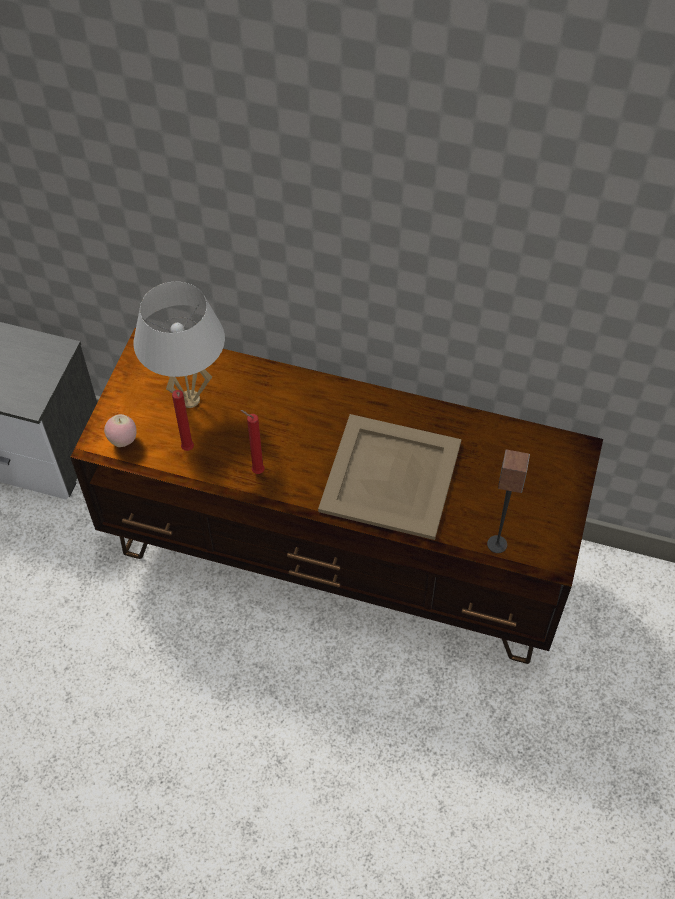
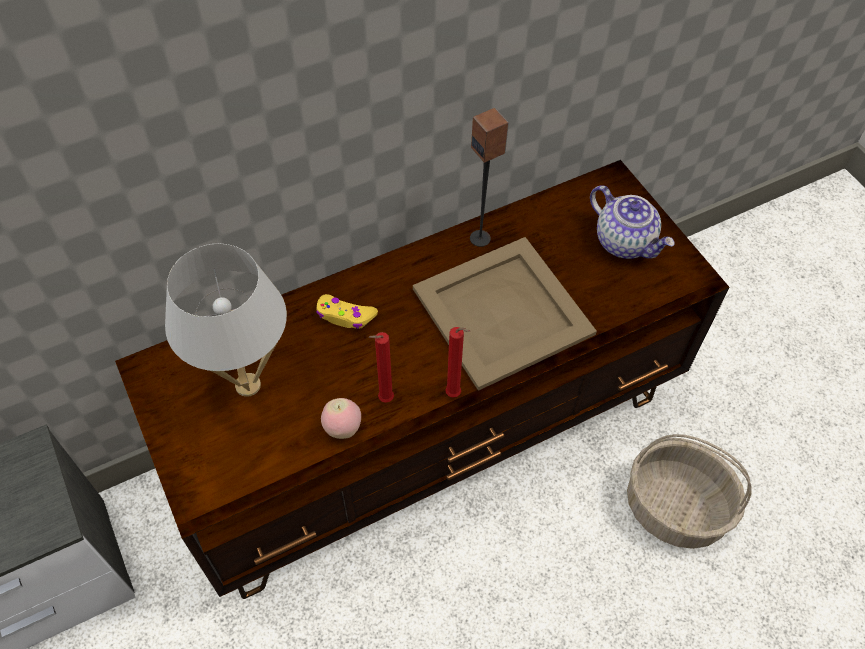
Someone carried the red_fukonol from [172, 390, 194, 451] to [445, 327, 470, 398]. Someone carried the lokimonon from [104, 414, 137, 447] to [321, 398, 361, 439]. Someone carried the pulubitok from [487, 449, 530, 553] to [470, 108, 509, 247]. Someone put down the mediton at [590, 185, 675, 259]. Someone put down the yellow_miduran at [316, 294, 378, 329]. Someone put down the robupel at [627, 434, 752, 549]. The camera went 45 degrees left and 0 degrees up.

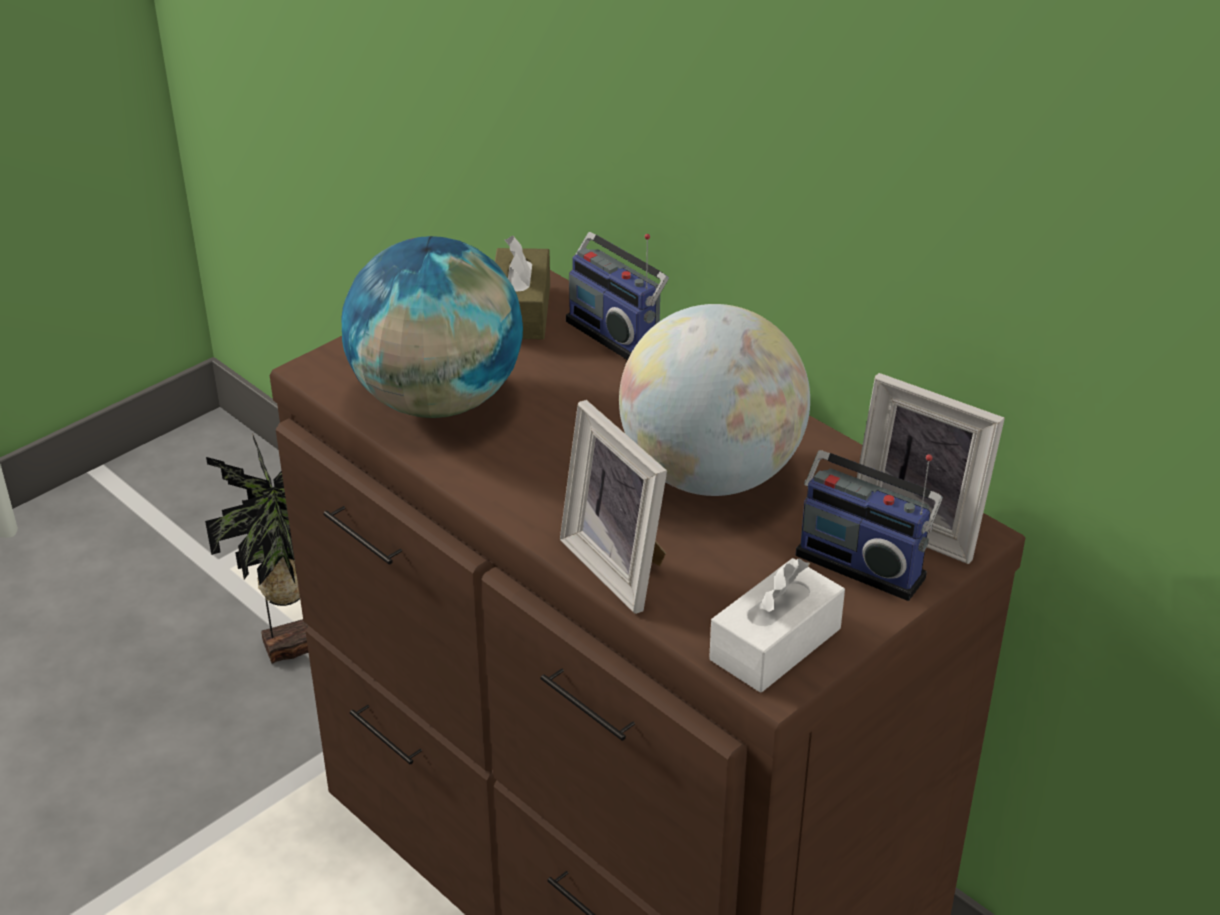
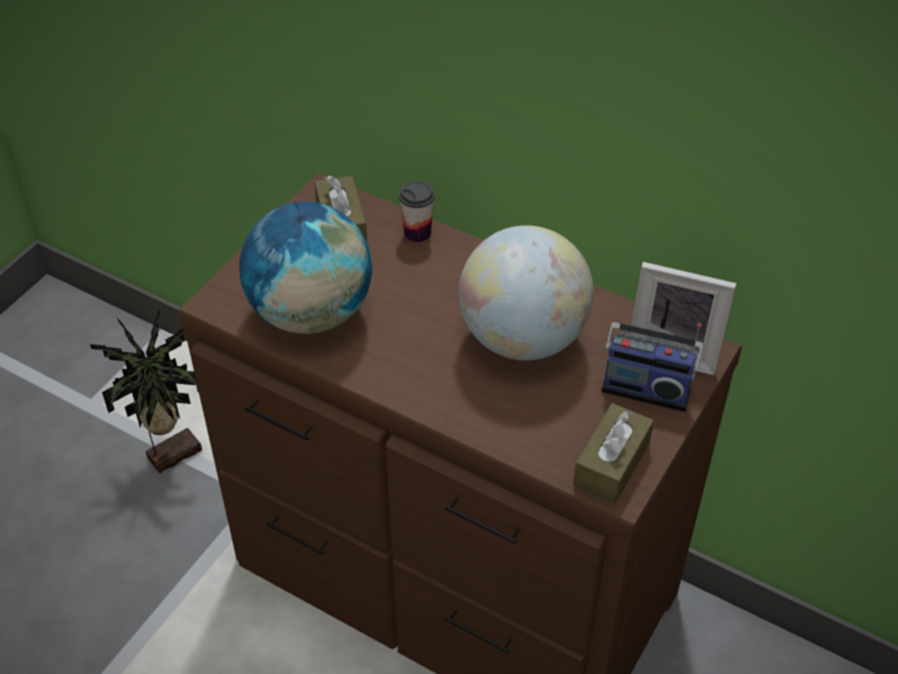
Someone swapped the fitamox at [566, 232, 669, 360] for the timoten at [399, 181, 435, 242]. Someone took away the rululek at [560, 400, 667, 614]. Someone repainted the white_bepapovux at [709, 558, 845, 693], which became the brown_bepapovux at [573, 403, 654, 503]. The camera went 15 degrees left and 10 degrees up.

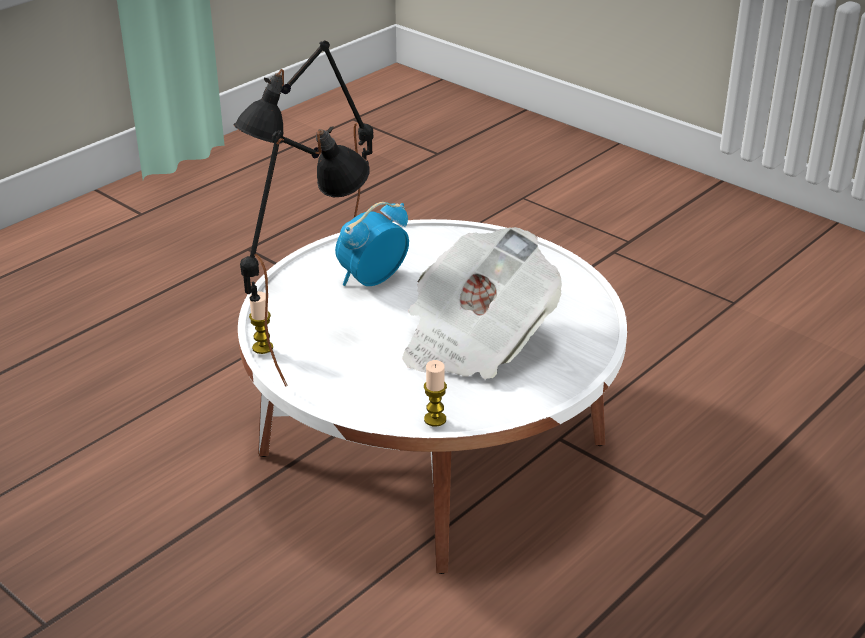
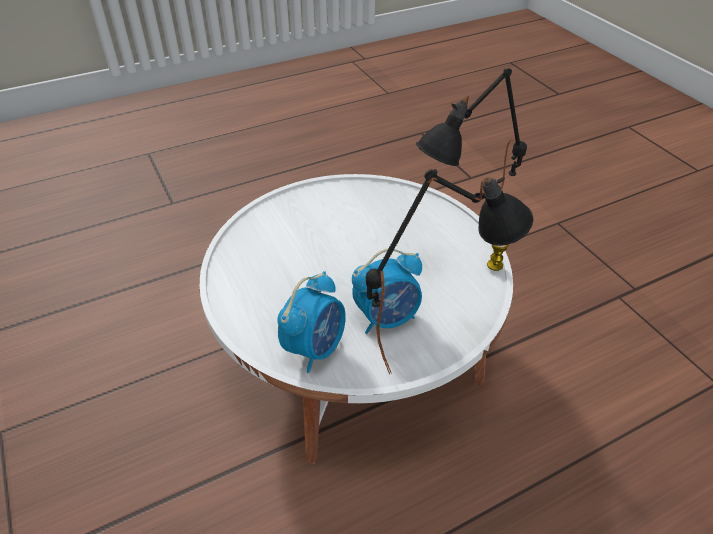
Someone took away the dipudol at [402, 227, 562, 379]. Someone took away the fukonol at [424, 360, 447, 426]. Someone put down the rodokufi at [277, 271, 346, 373]. The camera went 160 degrees left and 10 degrees up.

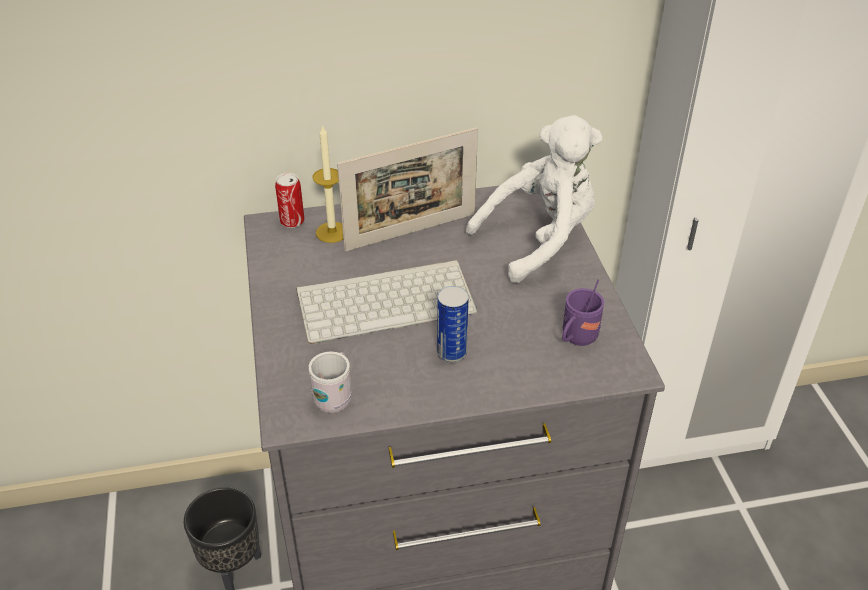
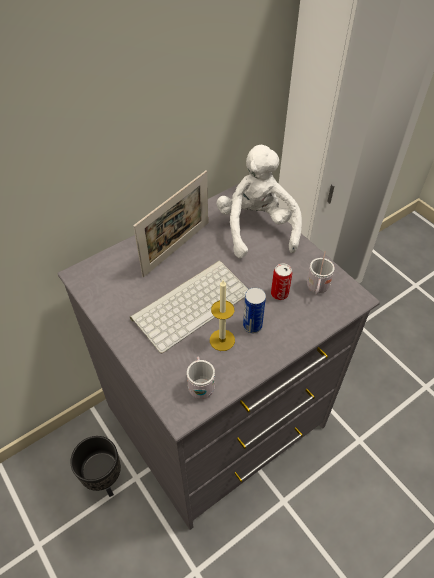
Someone rotated the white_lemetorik at [466, 115, 602, 283] by 45 degrees counterclockwise. Someone carried the fukonol from [312, 124, 343, 243] to [210, 280, 235, 351]. Someone carried the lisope from [275, 173, 304, 228] to [271, 263, 292, 300]. Someone repainted the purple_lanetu at [562, 279, 604, 346], which became the white_lanetu at [307, 251, 335, 295]. The camera went 25 degrees left and 10 degrees up.

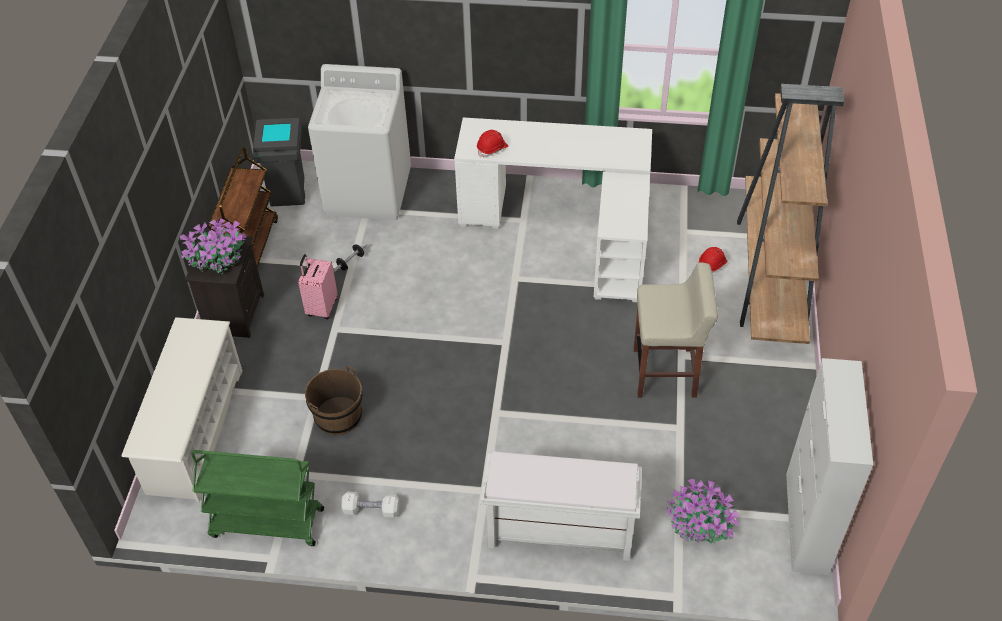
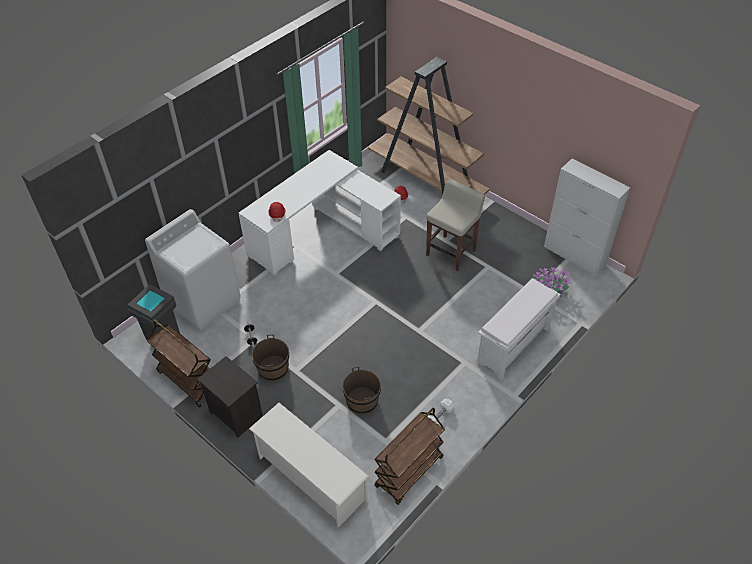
Someone took away the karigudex at [180, 216, 246, 274]. Someone swapped the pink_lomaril at [298, 254, 337, 319] for the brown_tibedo at [252, 334, 289, 381]. Someone repainted the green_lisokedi at [192, 450, 324, 546], which became the brown_lisokedi at [374, 408, 445, 505]. The camera went 55 degrees left and 0 degrees up.

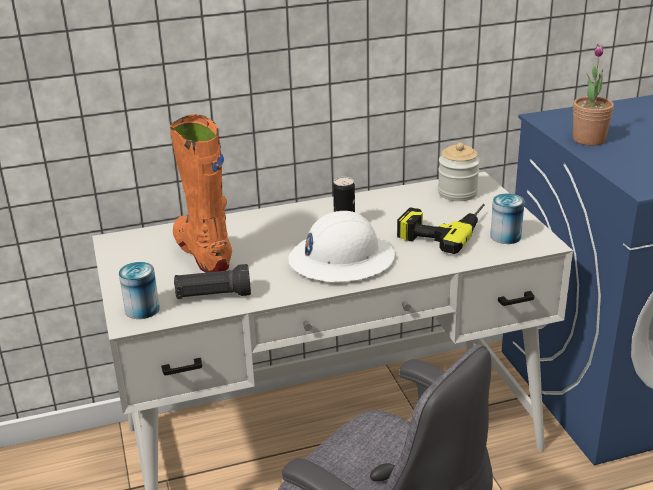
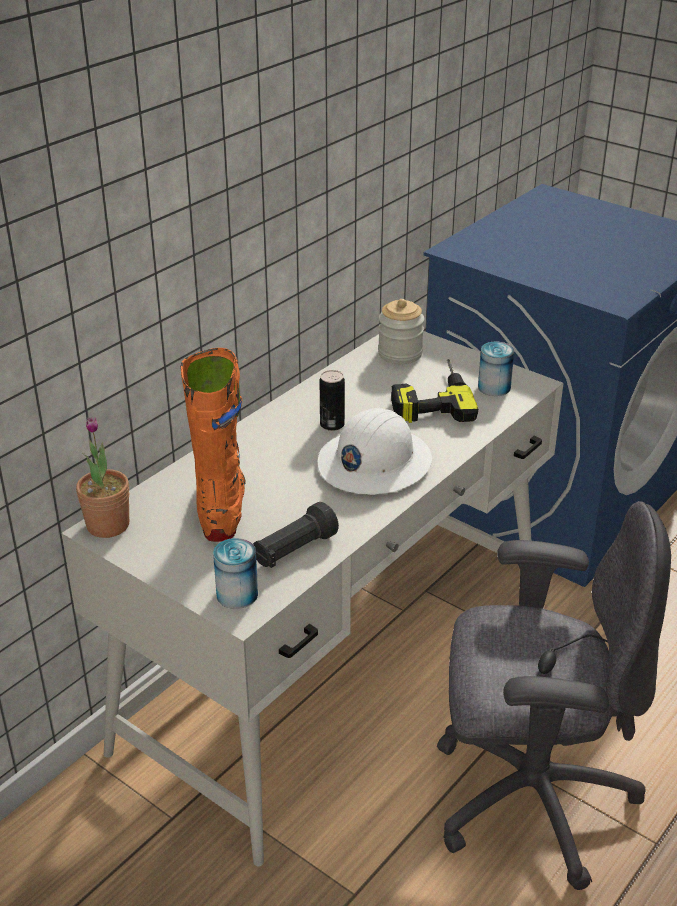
Someone carried the karigudex from [573, 44, 614, 146] to [76, 417, 129, 538]. Someone rotated the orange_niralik at [170, 114, 232, 273] by 60 degrees clockwise. The camera went 35 degrees left and 5 degrees up.

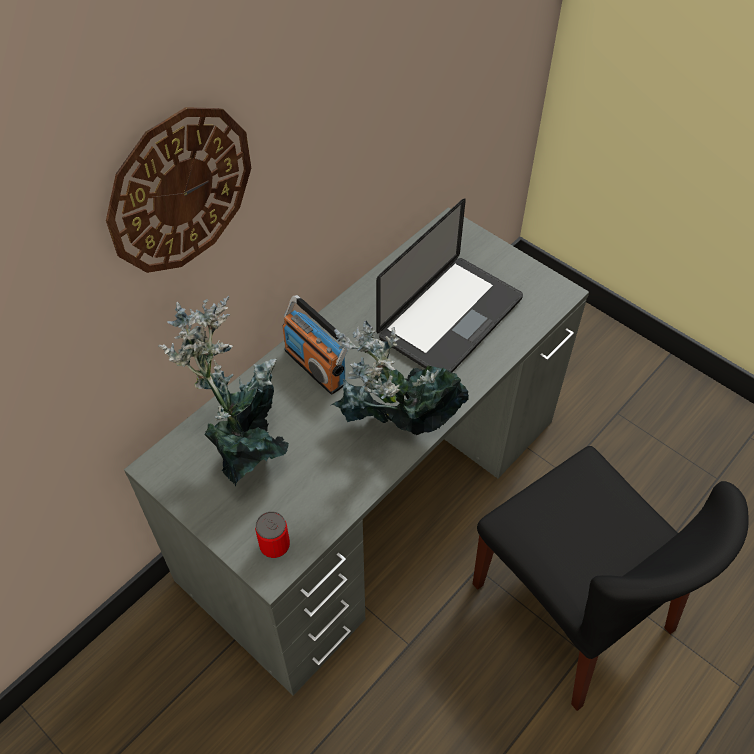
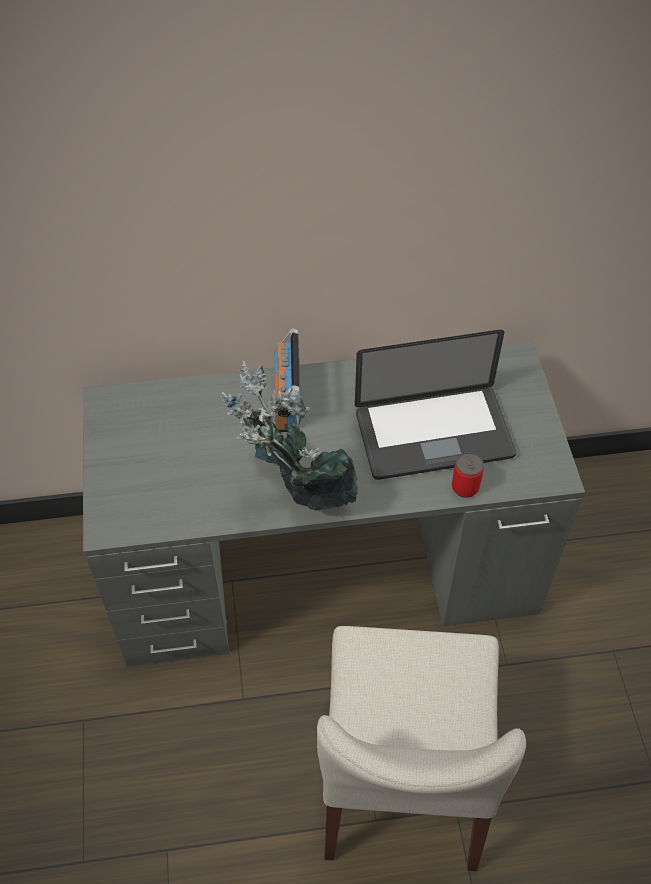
Someone took away the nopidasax at [106, 107, 251, 273]. Someone took away the karigudex at [158, 296, 289, 486]. Someone repainted the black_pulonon at [473, 446, 749, 711], which became the beige_pulonon at [317, 626, 526, 871]. Someone carried the lisope from [255, 511, 290, 558] to [452, 452, 484, 498]. The camera went 40 degrees right and 0 degrees up.

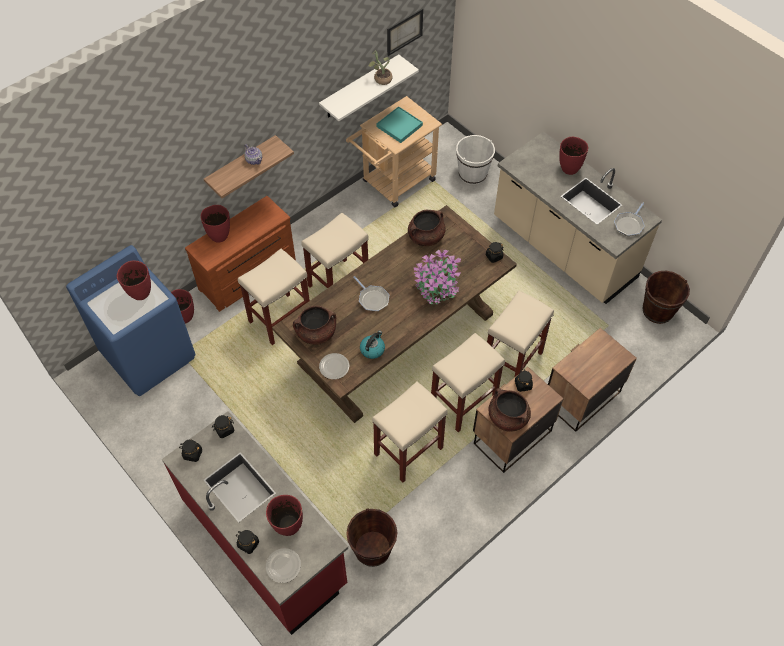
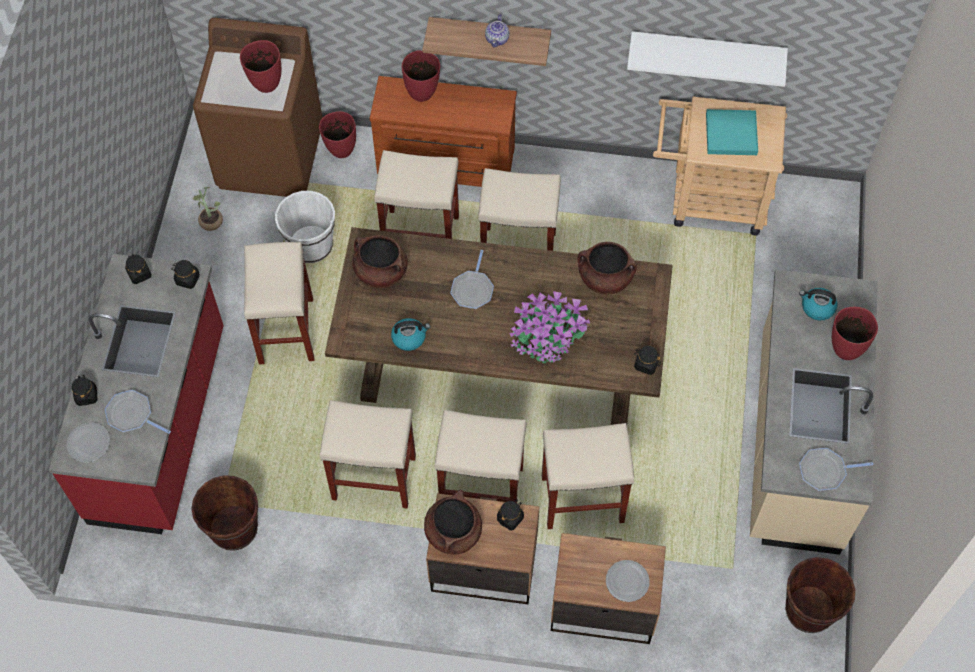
Someone took away the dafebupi at [387, 8, 423, 56]. Someone carried the karigudex from [368, 51, 393, 85] to [193, 187, 223, 231]. Someone carried the white_tibedo from [456, 135, 495, 185] to [275, 191, 335, 263]. Someone repainted the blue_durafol at [66, 245, 195, 396], which became the brown_durafol at [193, 18, 323, 197]. Someone carried the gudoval from [319, 353, 349, 379] to [606, 560, 650, 602]. Someone swapped the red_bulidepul at [266, 495, 303, 536] for the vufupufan at [105, 390, 171, 434]. Someone put down the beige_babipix at [244, 242, 314, 365]. Someone put down the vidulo at [799, 288, 838, 321]. The camera went 50 degrees right and 5 degrees up.

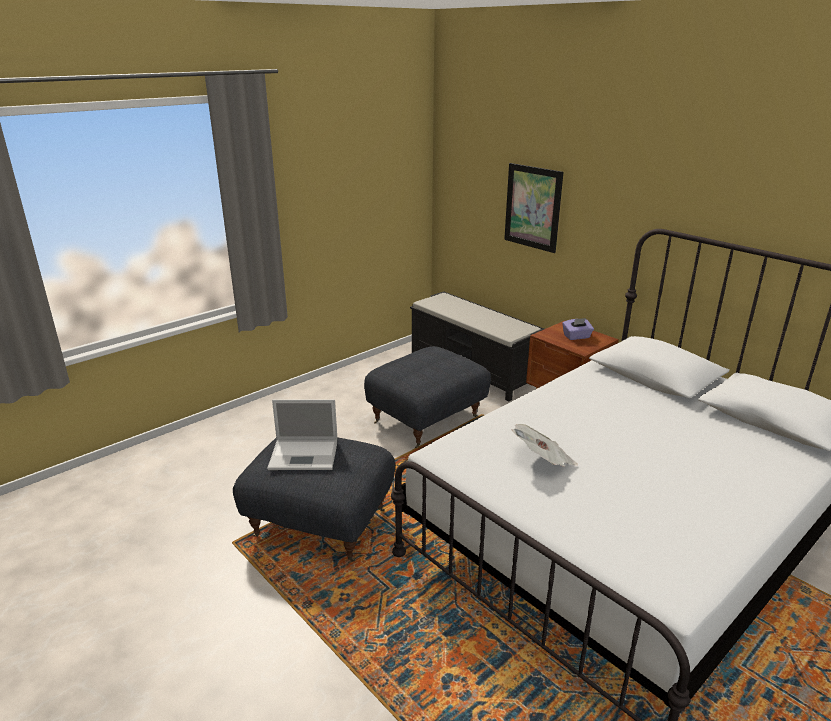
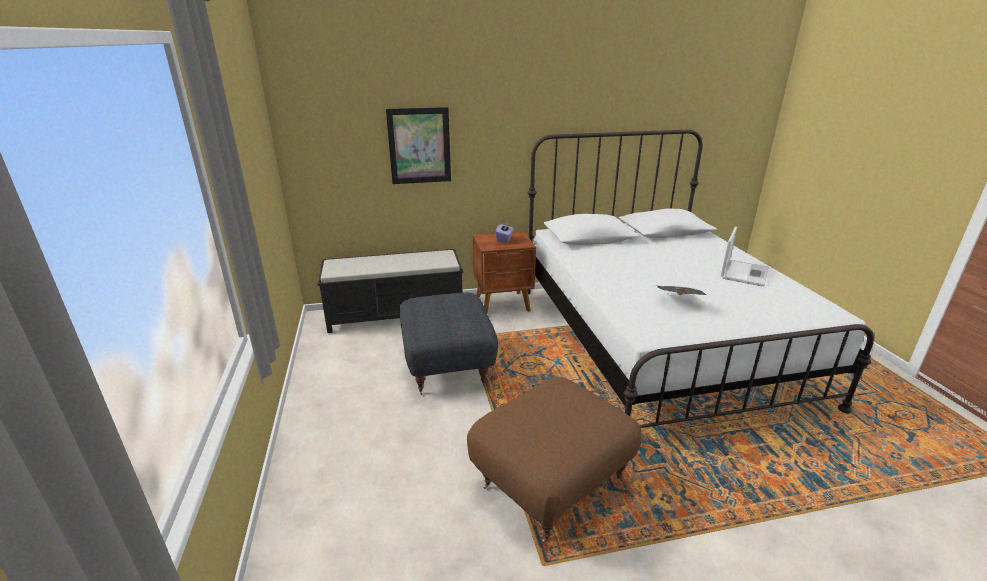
Someone carried the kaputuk from [267, 399, 337, 470] to [721, 227, 769, 287]. Someone repainted the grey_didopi at [233, 437, 395, 562], which became the brown_didopi at [467, 377, 641, 542]. The camera went 60 degrees left and 0 degrees up.

